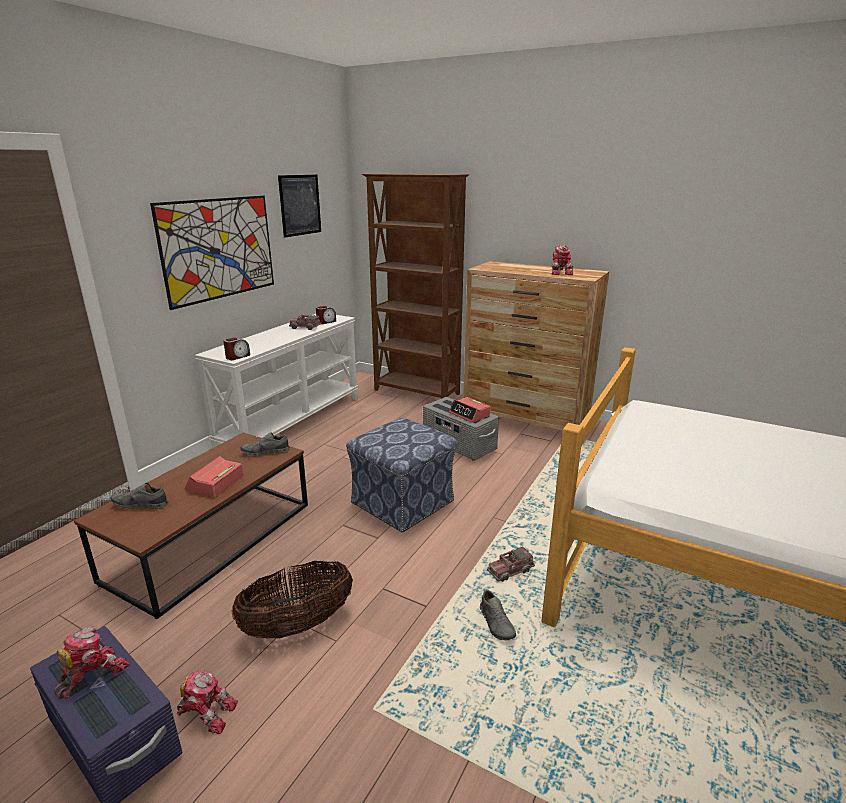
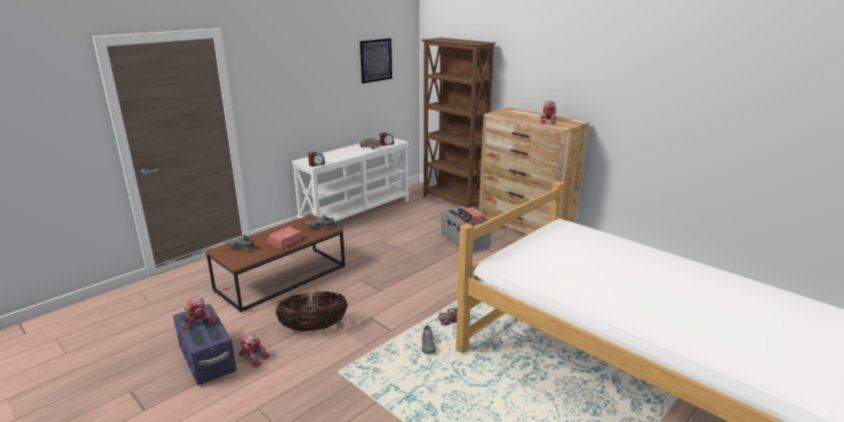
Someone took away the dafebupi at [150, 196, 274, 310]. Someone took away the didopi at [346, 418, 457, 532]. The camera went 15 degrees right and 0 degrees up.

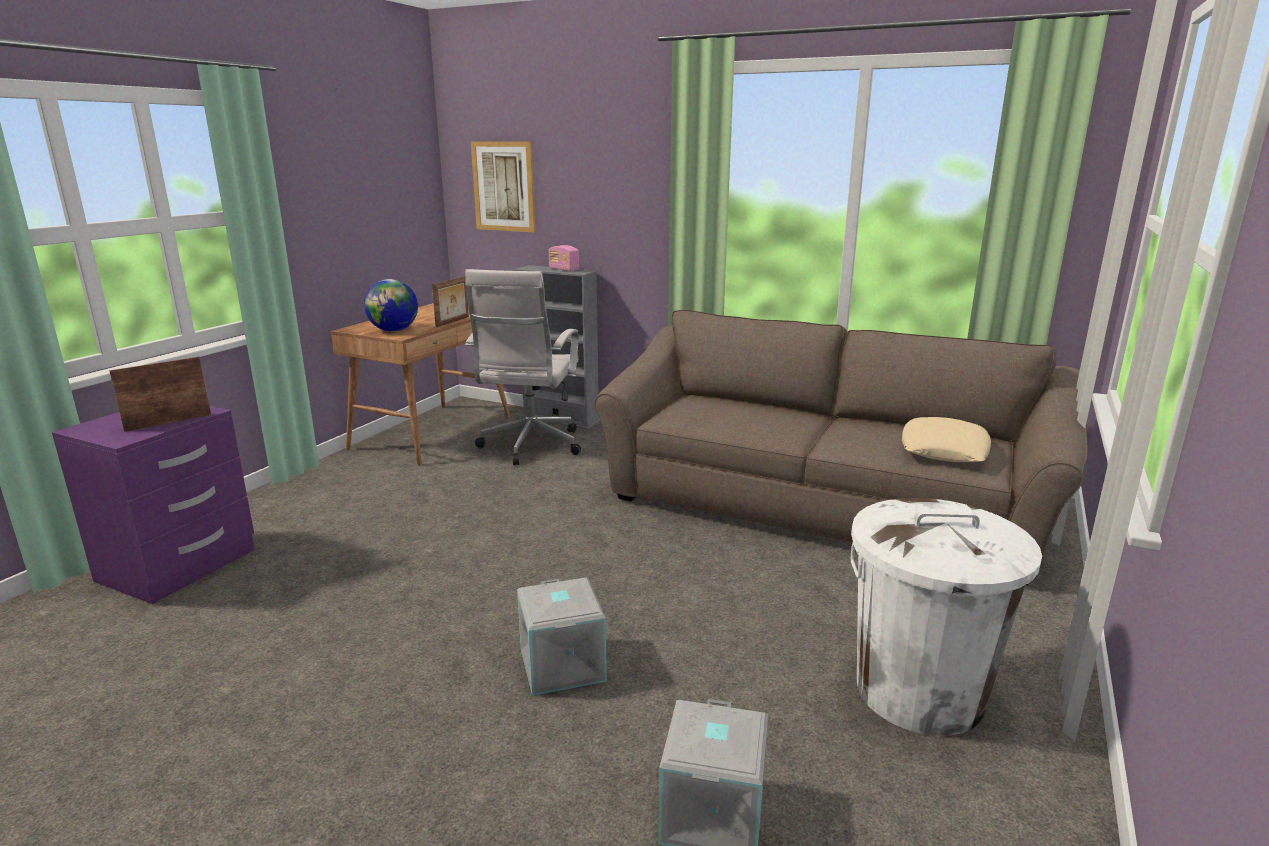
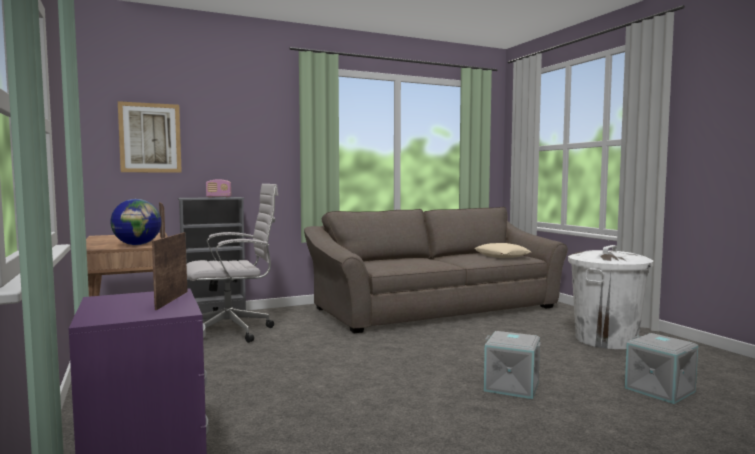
Someone rotated the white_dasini at [465, 269, 581, 465] by 75 degrees counterclockwise. The camera went 50 degrees left and 15 degrees down.

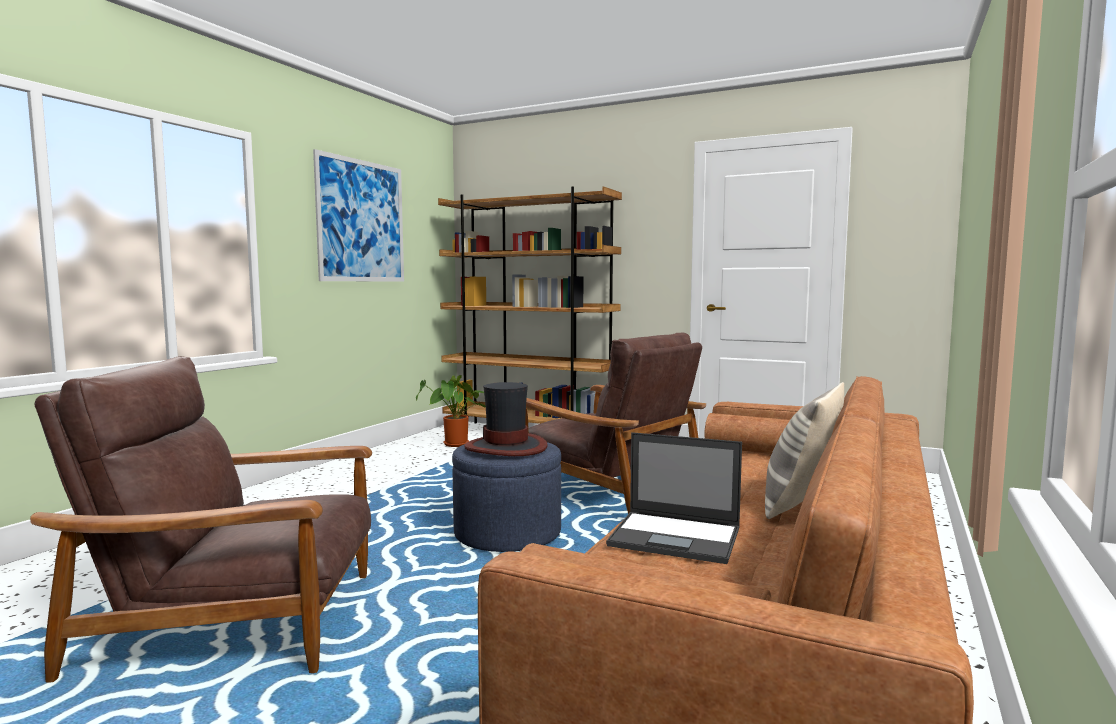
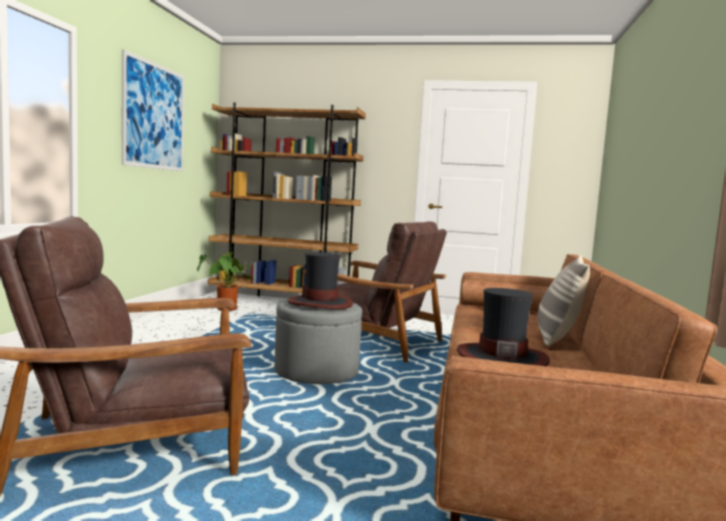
Someone swapped the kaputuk at [606, 432, 742, 564] for the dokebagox at [457, 288, 550, 366]. Someone repainted the blue_didopi at [452, 442, 561, 552], which became the grey_didopi at [274, 300, 362, 384]. The camera went 15 degrees left and 0 degrees up.

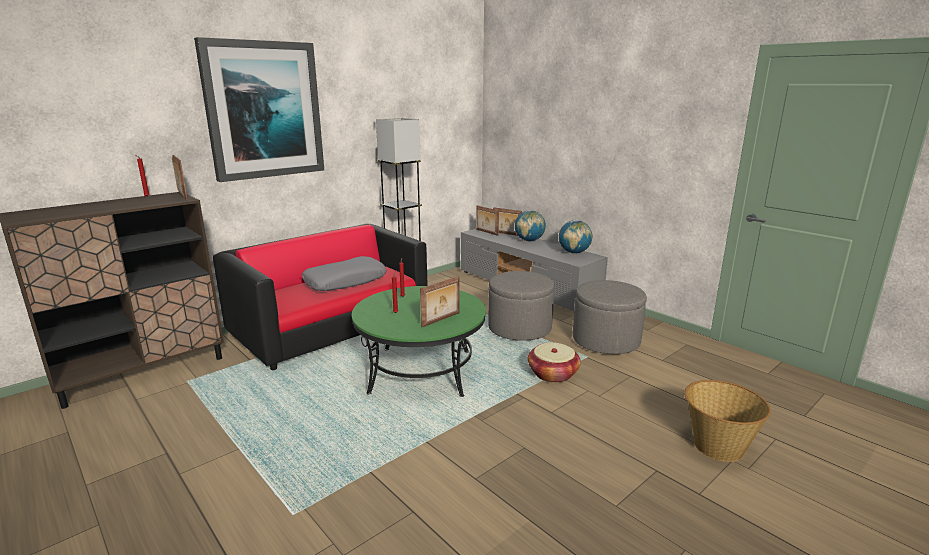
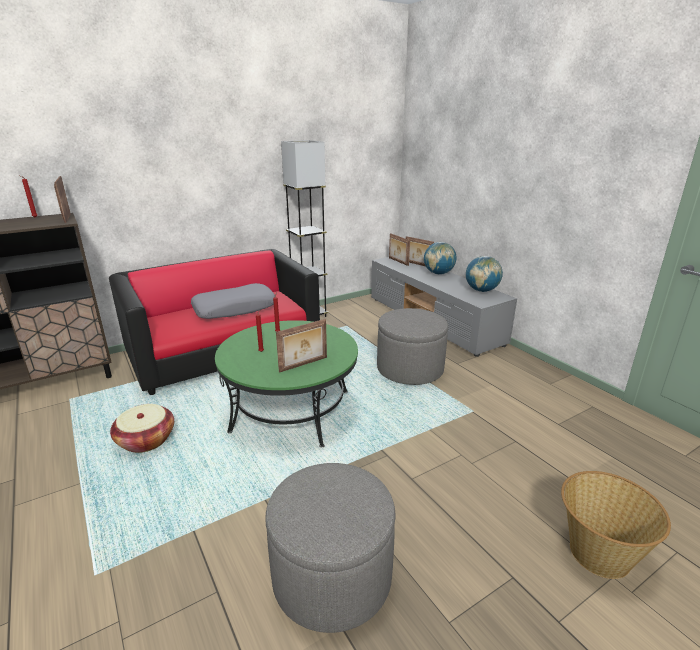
Someone took away the dafebupi at [194, 37, 324, 182]. Someone carried the grey_didopi from [573, 280, 647, 354] to [265, 463, 395, 633]. Someone carried the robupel from [528, 342, 581, 383] to [110, 404, 174, 453]. The camera went 10 degrees right and 5 degrees up.

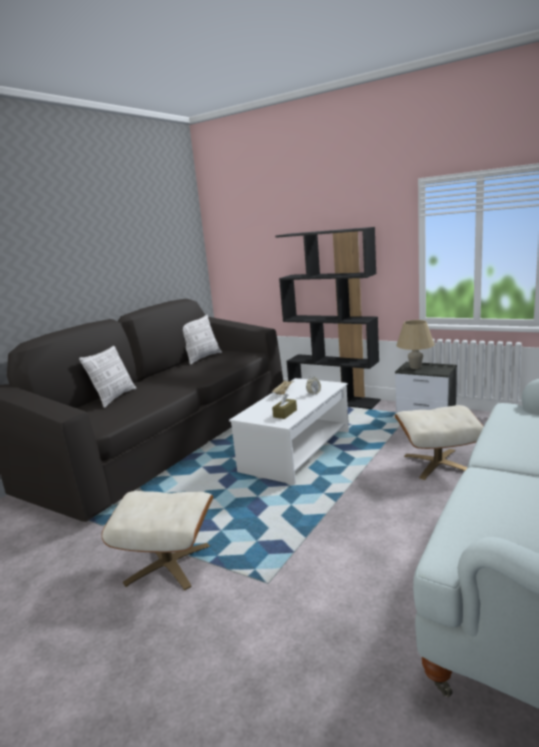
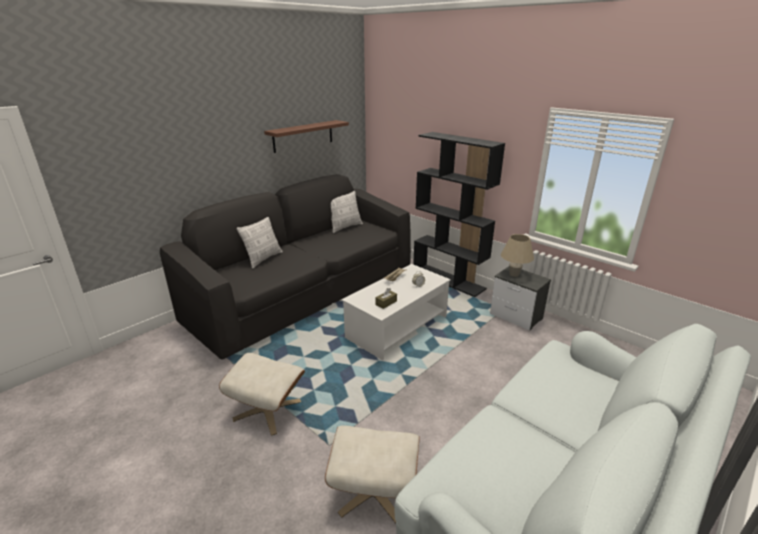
Someone carried the beige_didopi from [395, 405, 484, 480] to [325, 426, 420, 523]. Someone put up the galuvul at [264, 120, 349, 153]. The camera went 10 degrees right and 10 degrees up.

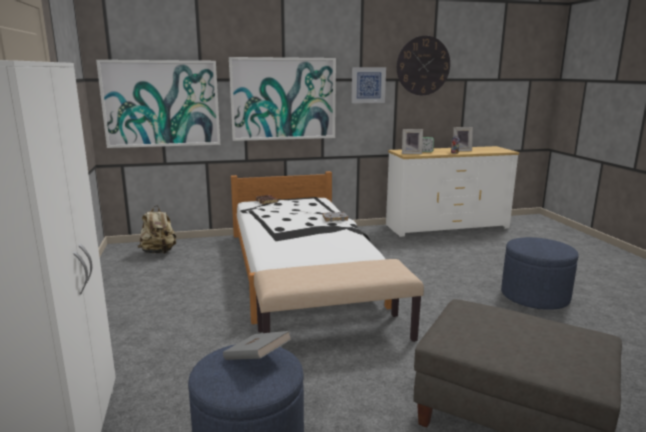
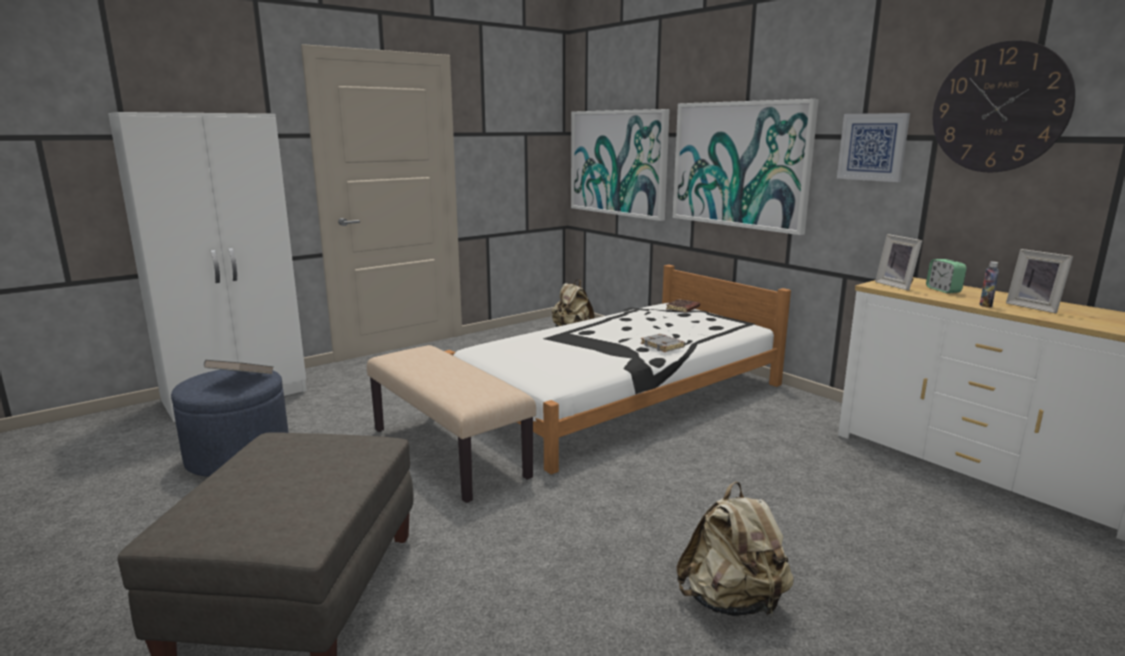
Someone swapped the blue_didopi at [501, 237, 579, 310] for the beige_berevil at [676, 482, 794, 617]. The camera went 65 degrees right and 0 degrees up.

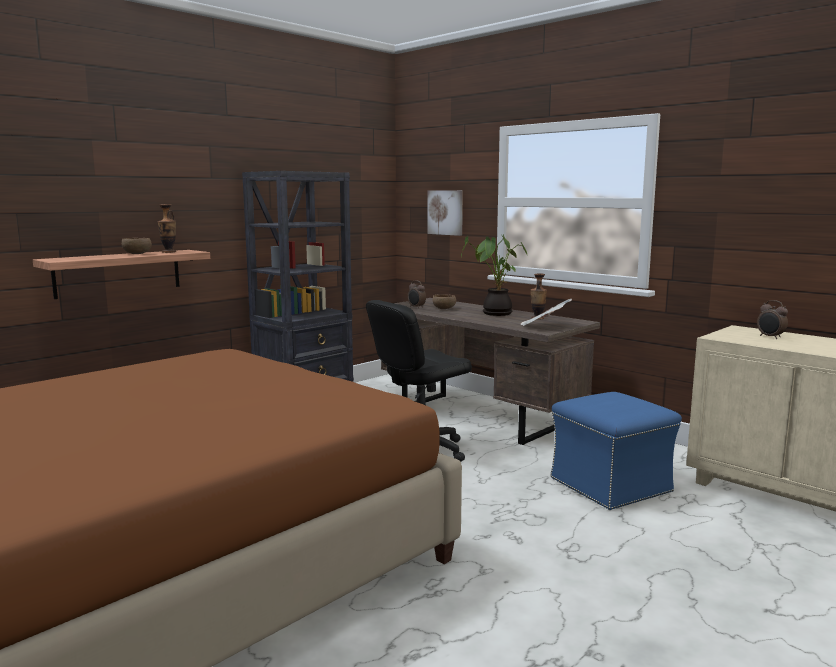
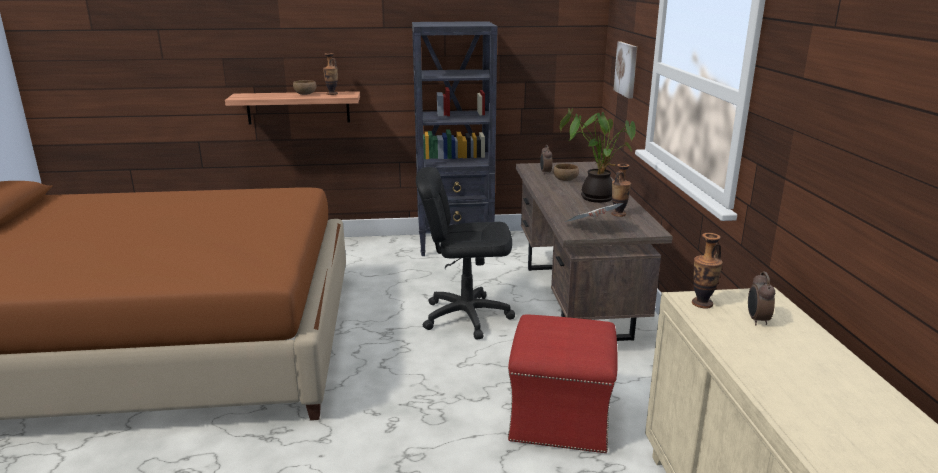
Someone repainted the blue_didopi at [550, 392, 682, 510], which became the red_didopi at [508, 314, 618, 453]. Someone put down the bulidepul at [692, 233, 723, 309]. The camera went 40 degrees right and 10 degrees up.

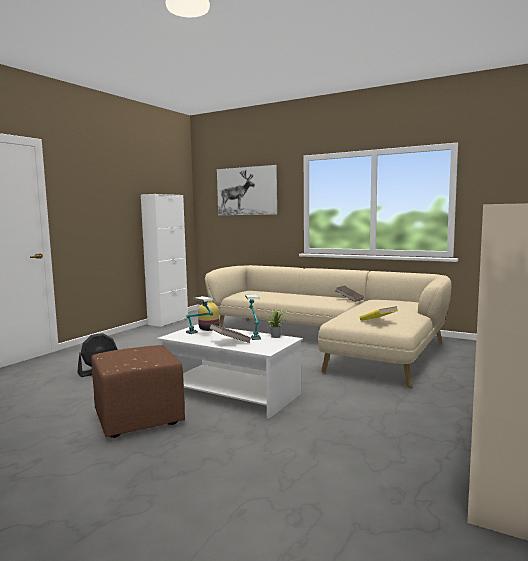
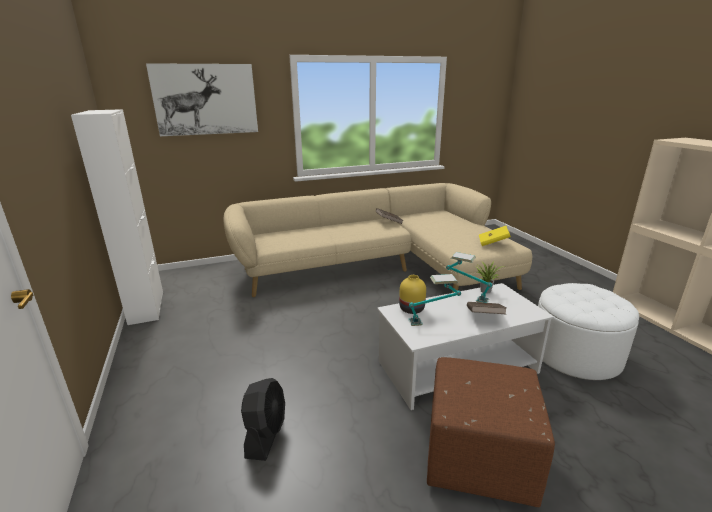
Someone put down the white_didopi at [538, 283, 639, 380]. The camera went 50 degrees left and 15 degrees up.

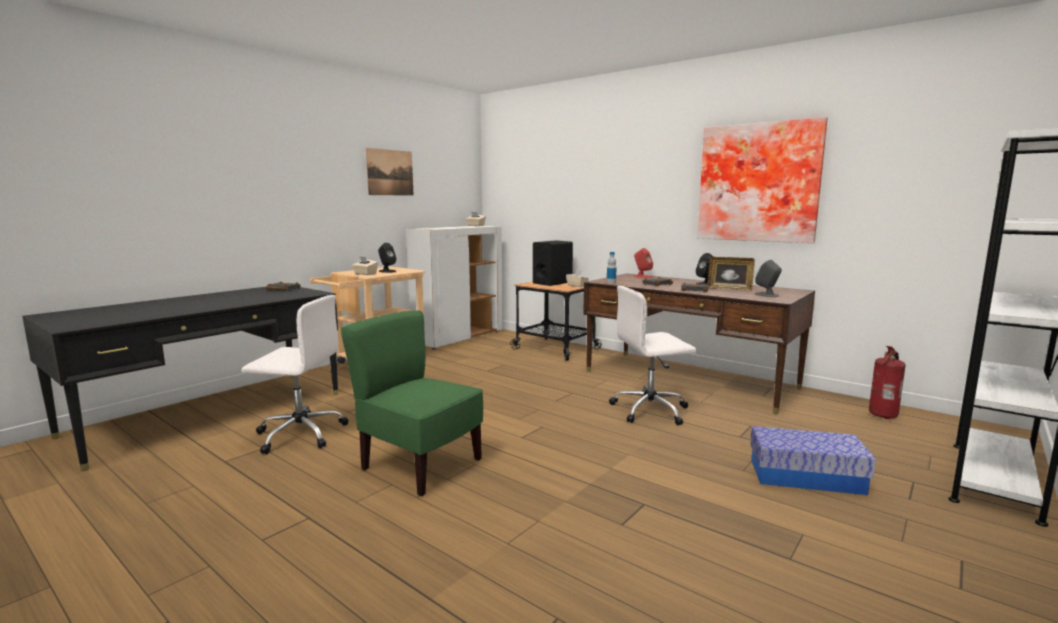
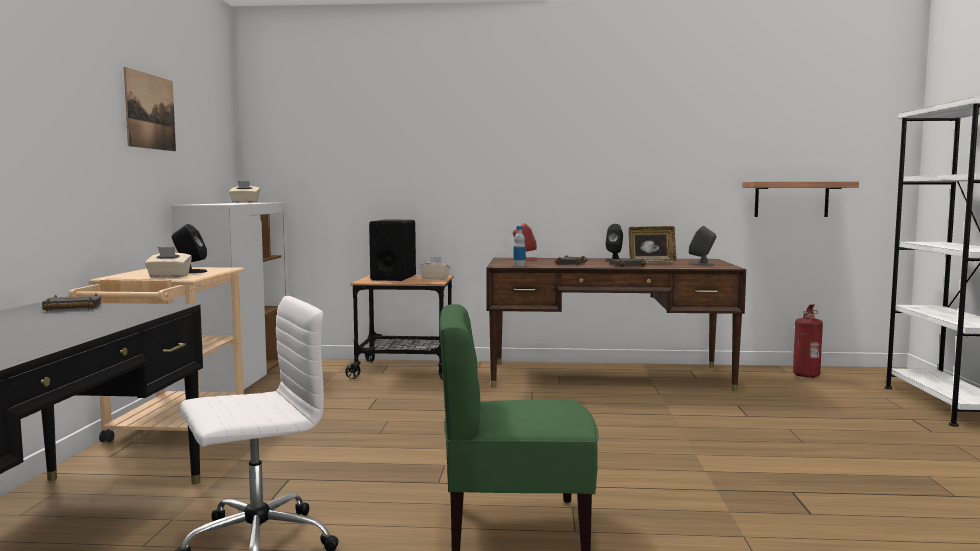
Someone took away the dafebupi at [697, 117, 827, 243]. Someone took away the white_dasini at [609, 286, 696, 425]. Someone took away the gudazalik at [750, 426, 876, 495]. Someone put up the galuvul at [743, 182, 859, 217]. The camera went 35 degrees left and 5 degrees down.

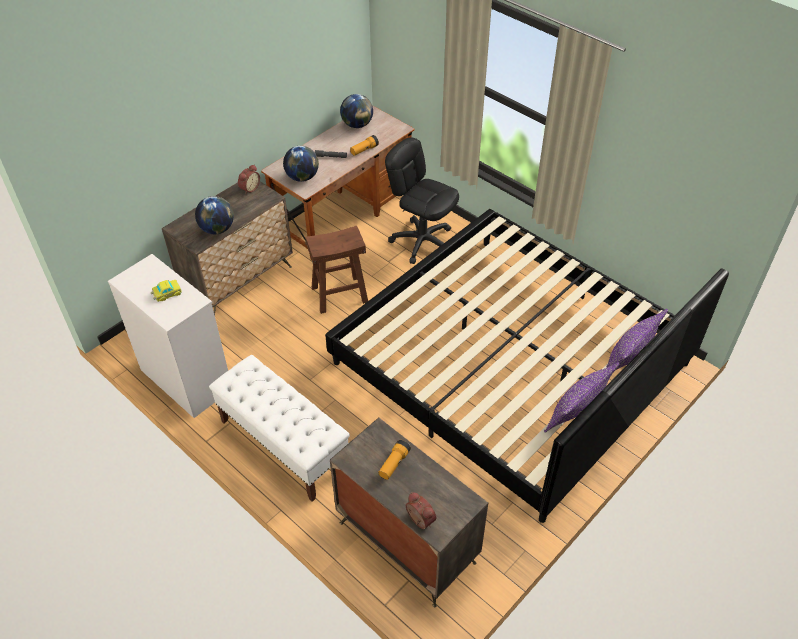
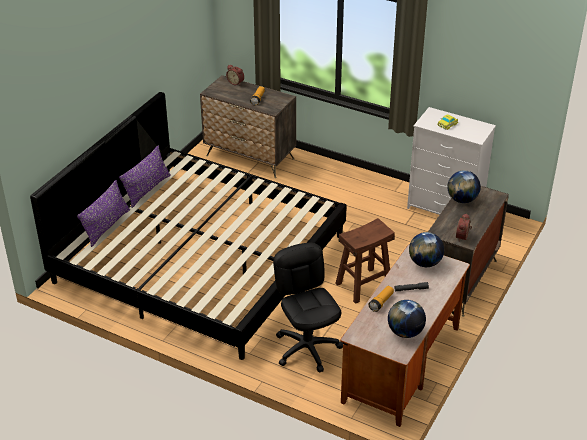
Someone rotated the black_dasini at [385, 137, 459, 264] by 135 degrees counterclockwise. Someone took away the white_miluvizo at [209, 355, 350, 502]. The camera went 165 degrees right and 10 degrees down.

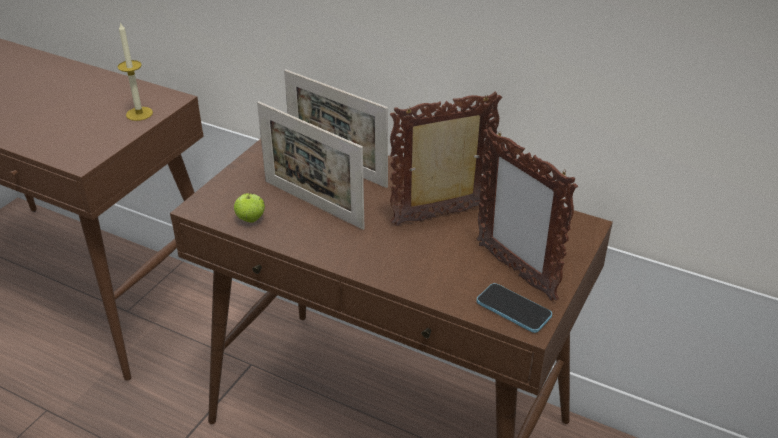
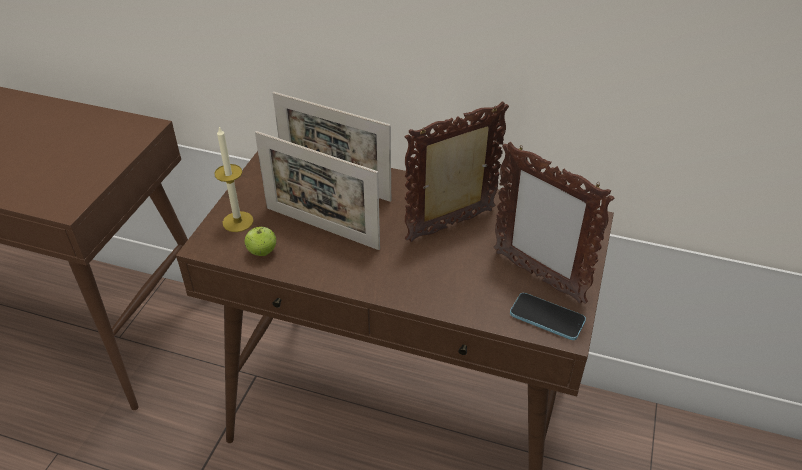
Someone carried the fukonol from [118, 22, 153, 121] to [214, 127, 254, 232]. The camera went 10 degrees left and 5 degrees up.

